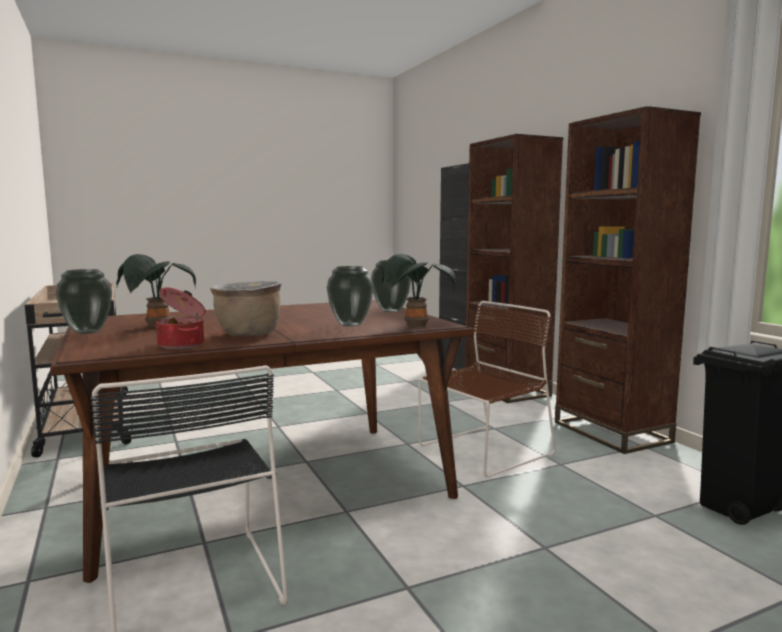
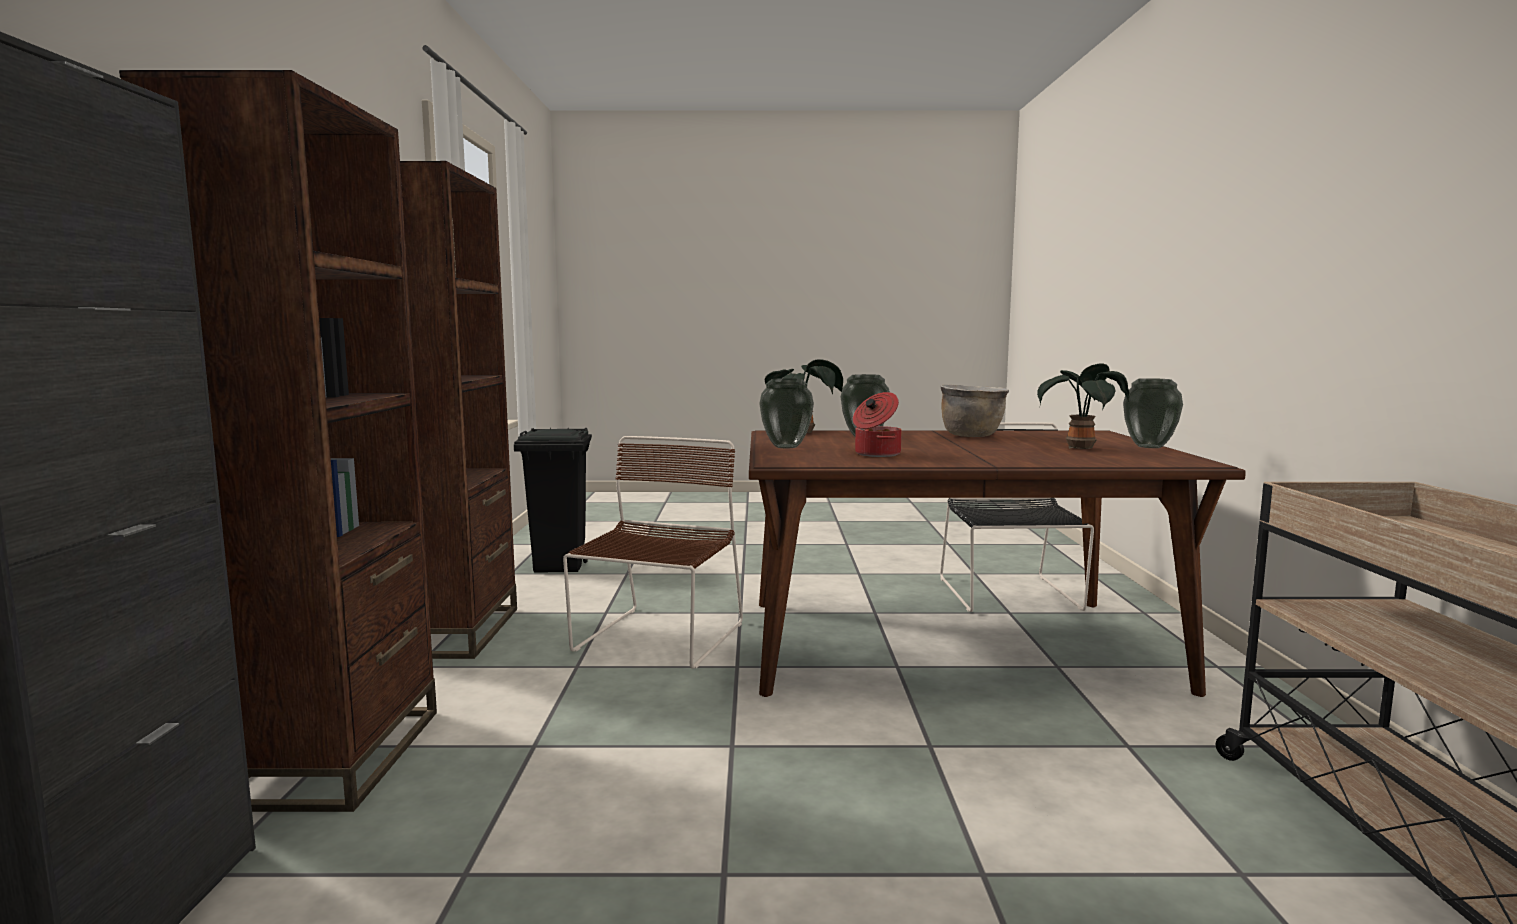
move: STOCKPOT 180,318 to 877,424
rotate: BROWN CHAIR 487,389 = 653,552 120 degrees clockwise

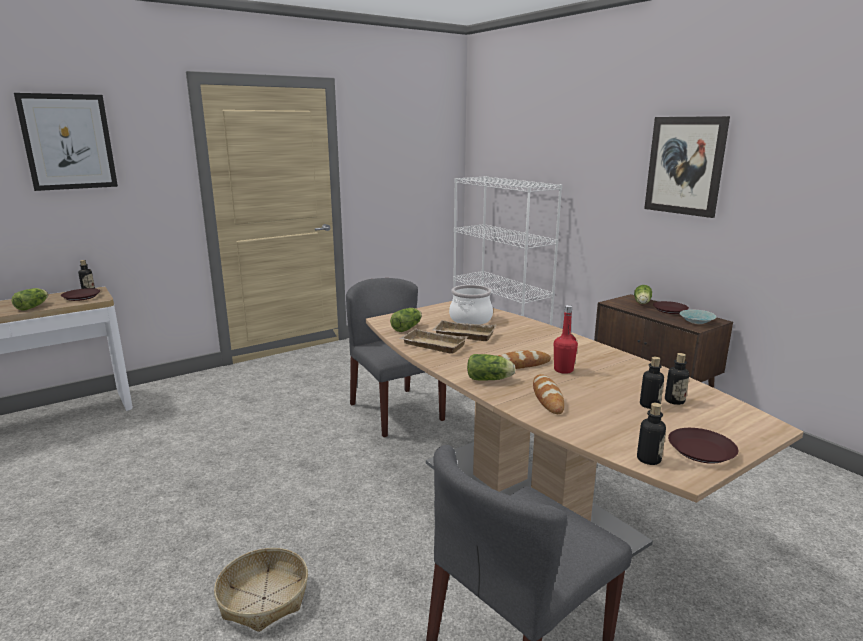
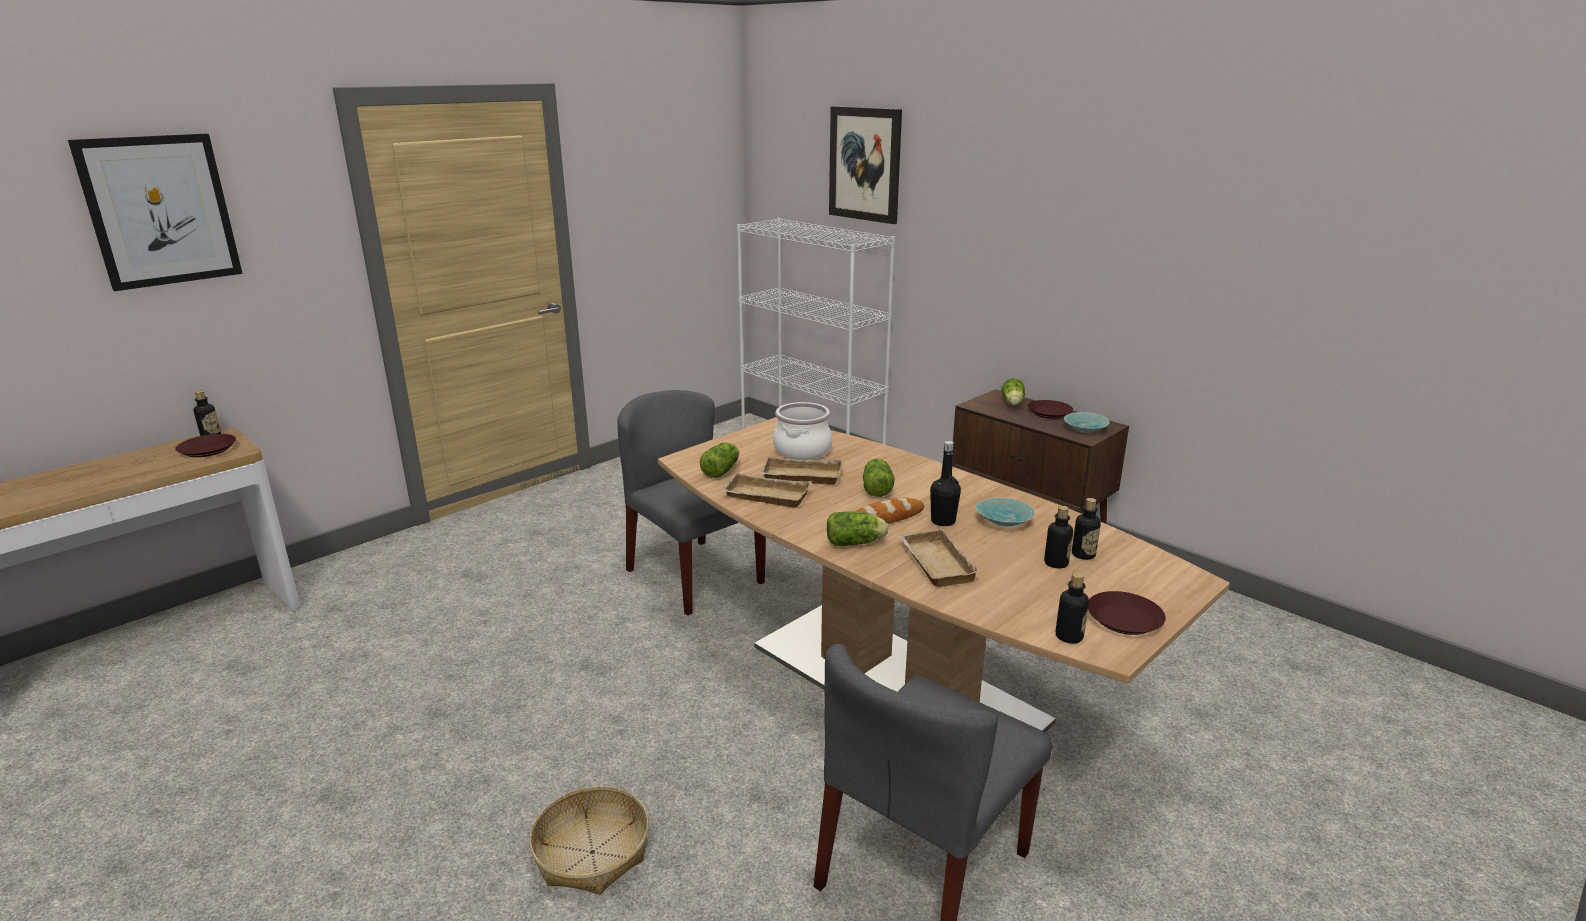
insert: TURQUOISE SERVING BOWL 1005,512
move: LETTUCE HEAD 30,299 to 879,477; WALL ART 687,167 to 865,165
replace: BAKERY BREAD 548,394 to BEIGE CARRYING TRAY 939,558
recolor: RED-COLOURED BOTTLE 566,339 to BLACK BOTTLE 945,483

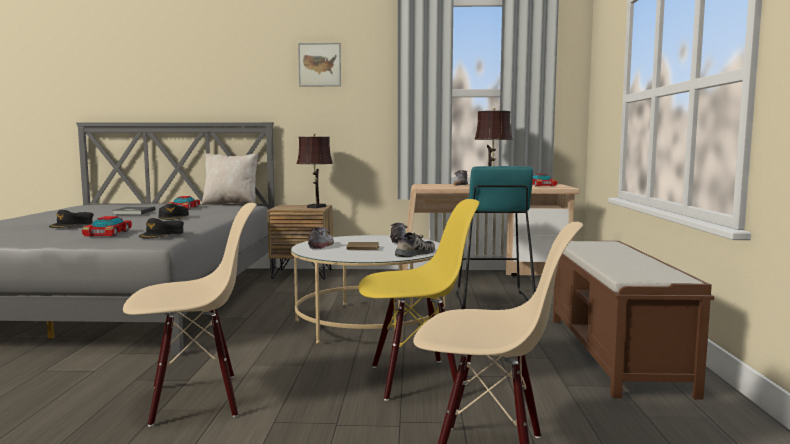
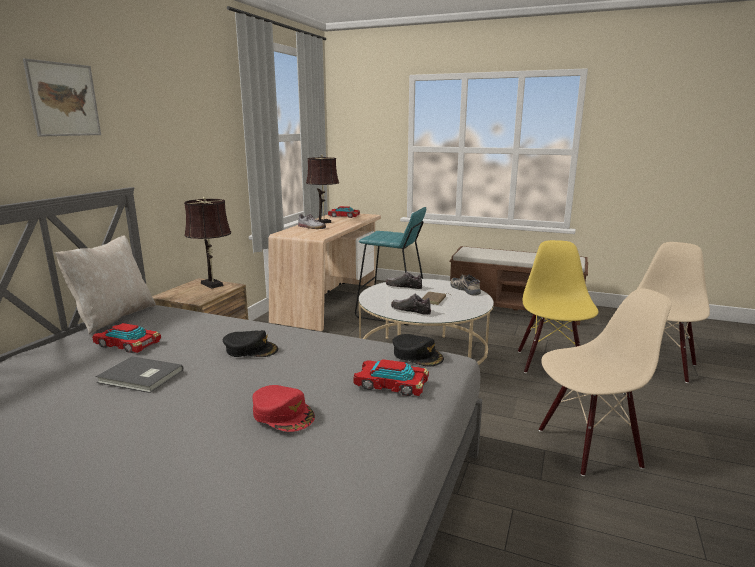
move: WALL ART 319,64 to 62,97
recolor: BLACK BASEBALL CAP 71,219 to RED-COLOURED BASEBALL CAP 284,408
rotate: BEIGE CHAIR 190,315 = 605,382 75 degrees clockwise

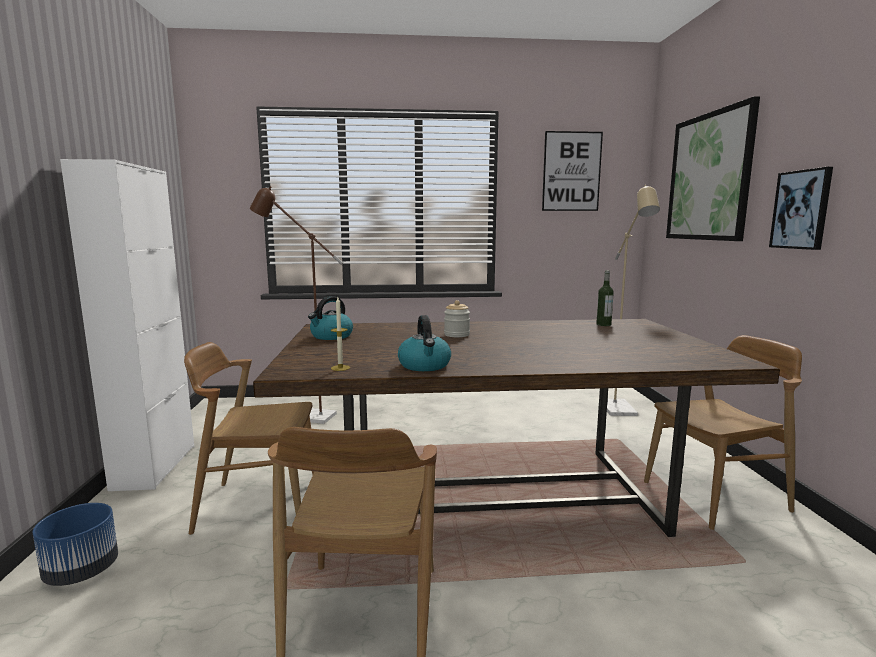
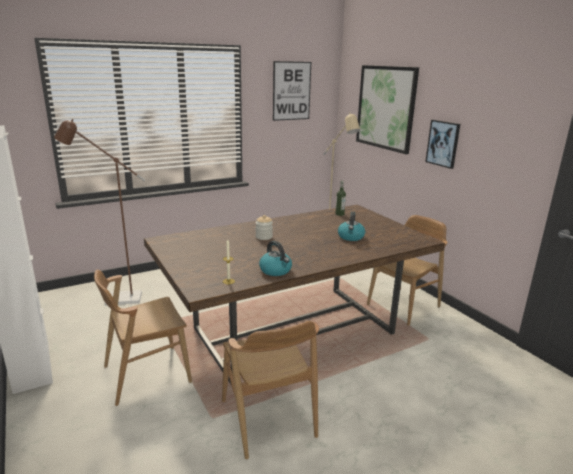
delete: BLUISH FLOWER POT 75,544
move: WATER KETTLE 330,318 to 351,226

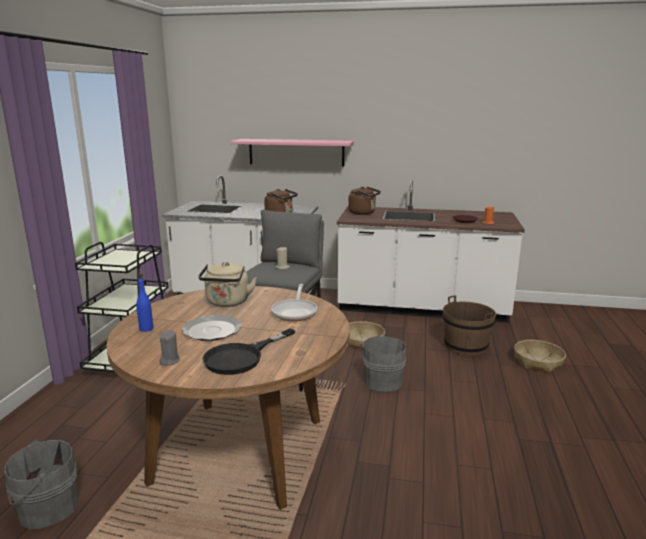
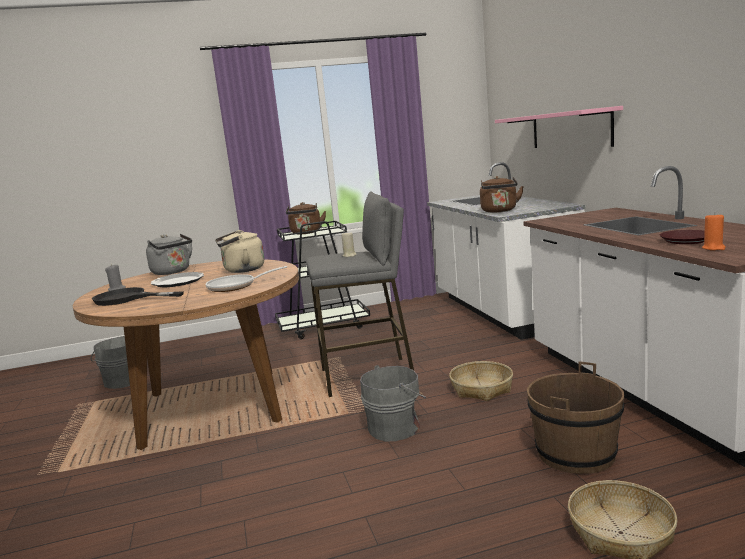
move: BROWN WATER KETTLE 364,201 to 306,218
replace: BLUISH BOTTLE 145,302 to GRAY WATER KETTLE 169,254

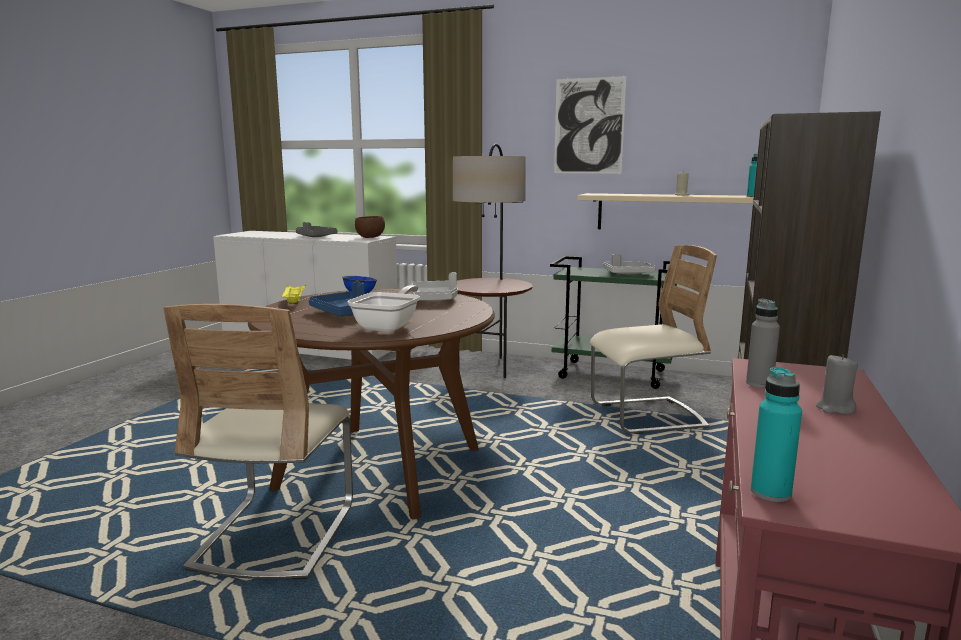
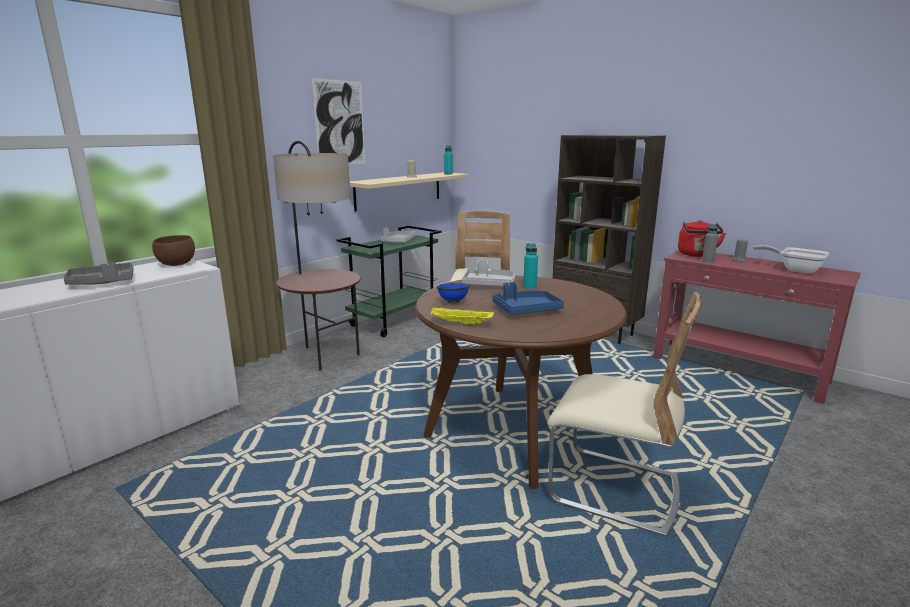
insert: RED-COLOURED WATER KETTLE 702,238
move: PAN 384,308 to 791,259; TURQUOISE BOTTLE 776,434 to 530,266

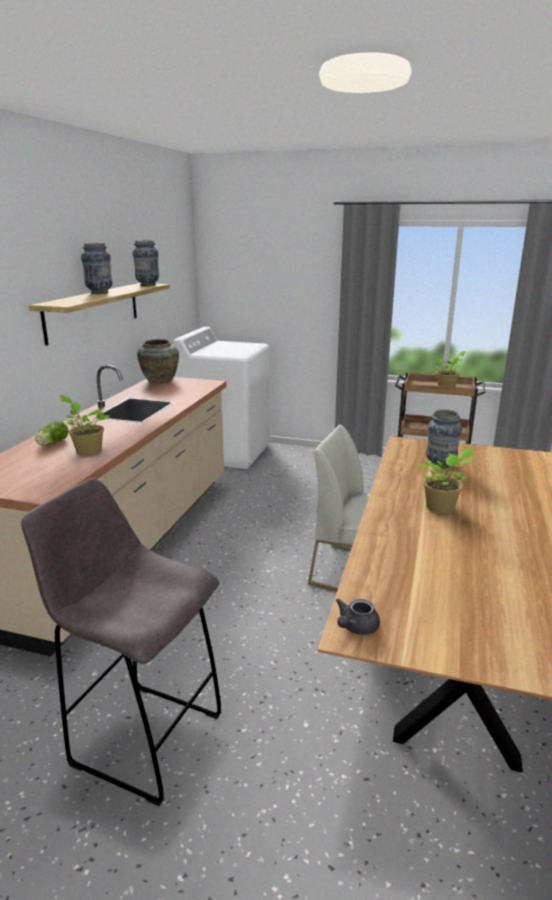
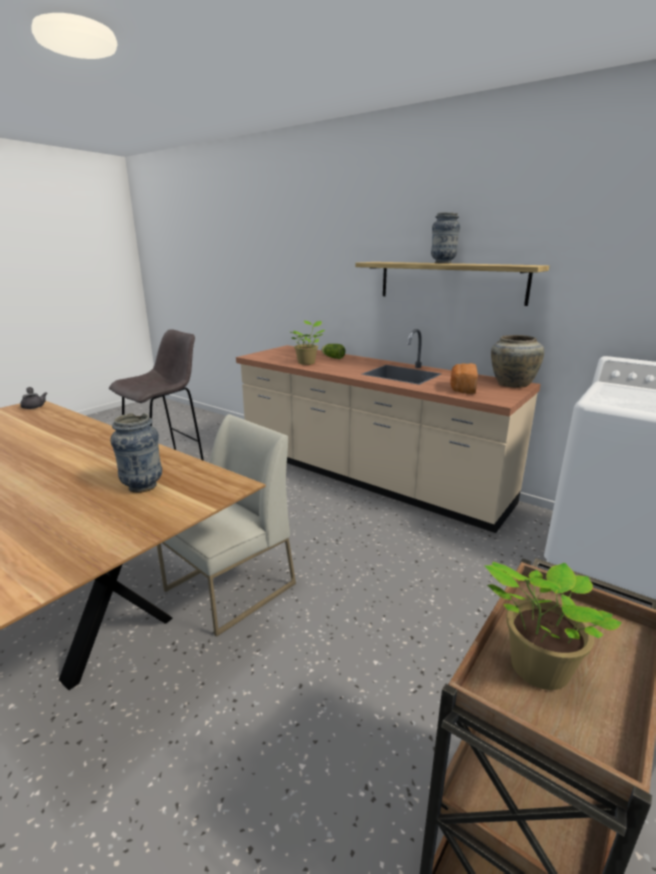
delete: FLOWER VASE 145,263; POTTED PLANT 446,481
insert: BAKERY BREAD 464,378

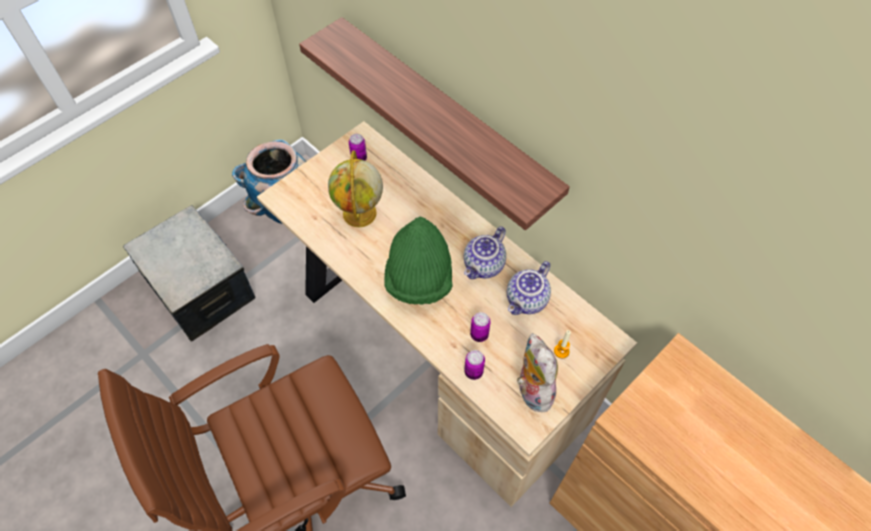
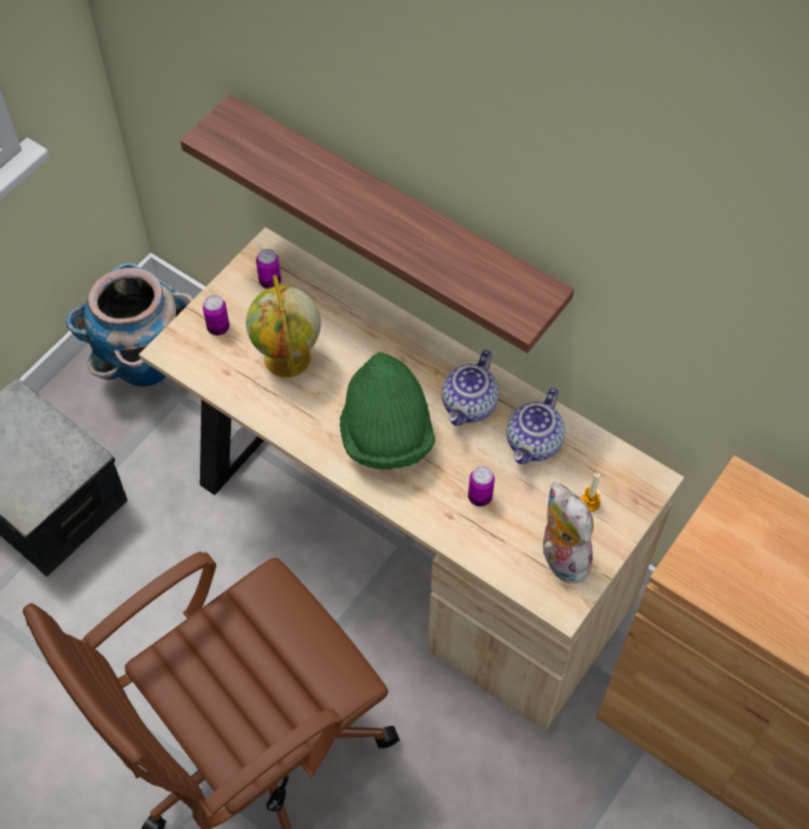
move: CAN 474,365 to 216,315

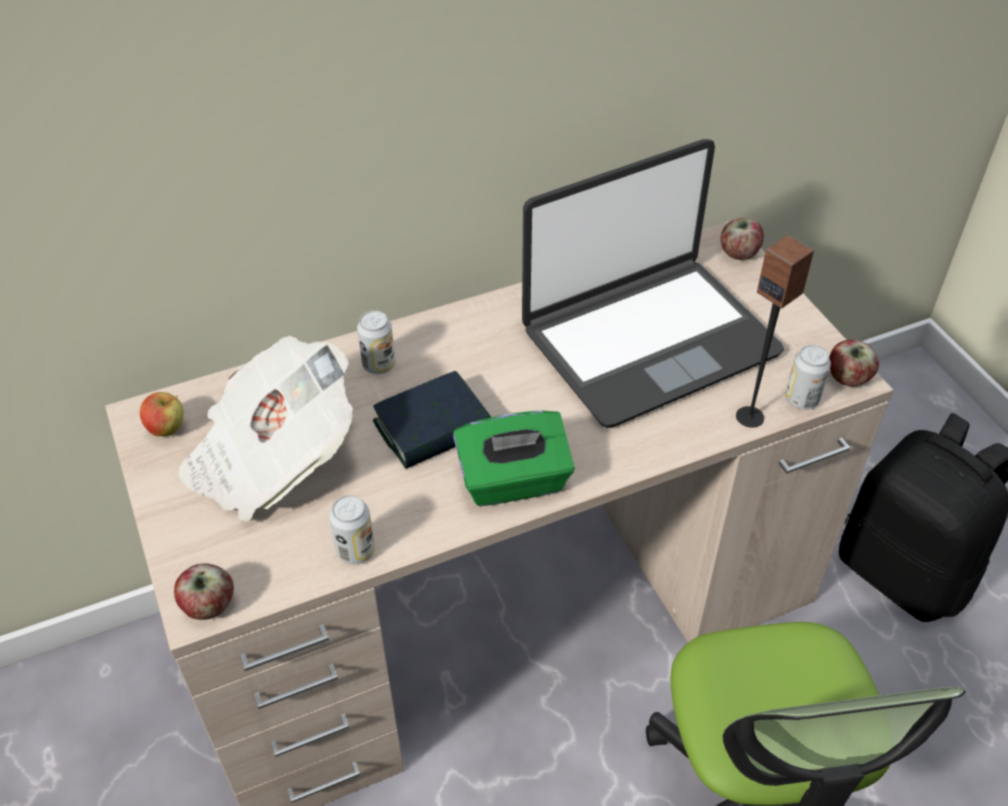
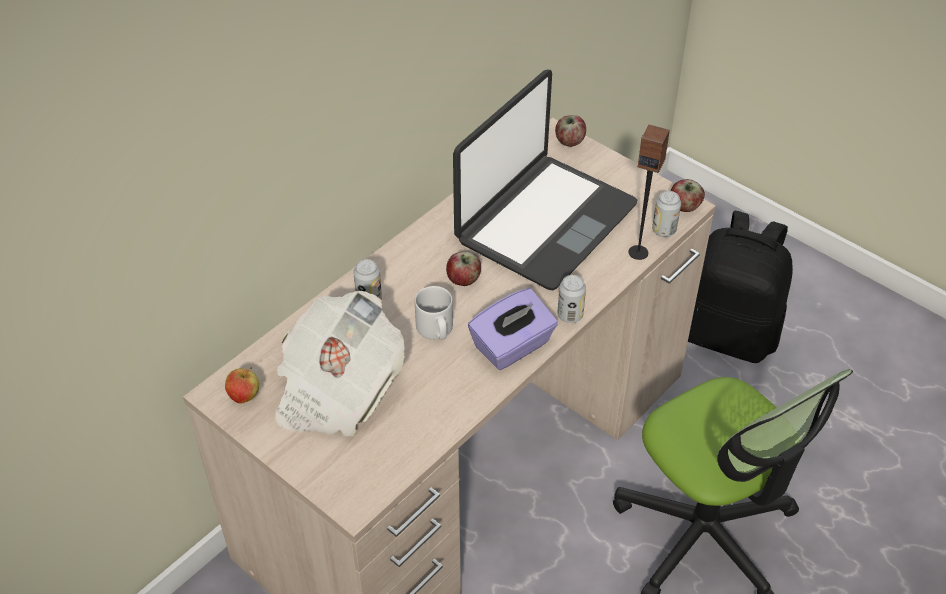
move: APPLE 204,591 to 463,268; CAN 352,529 to 571,299
replace: BOUND BOOK 432,420 to GRAY TEA MUG 434,313
recolor: GREENISH TISSUE HOLDER 514,458 to PURPLISH TISSUE HOLDER 513,329

